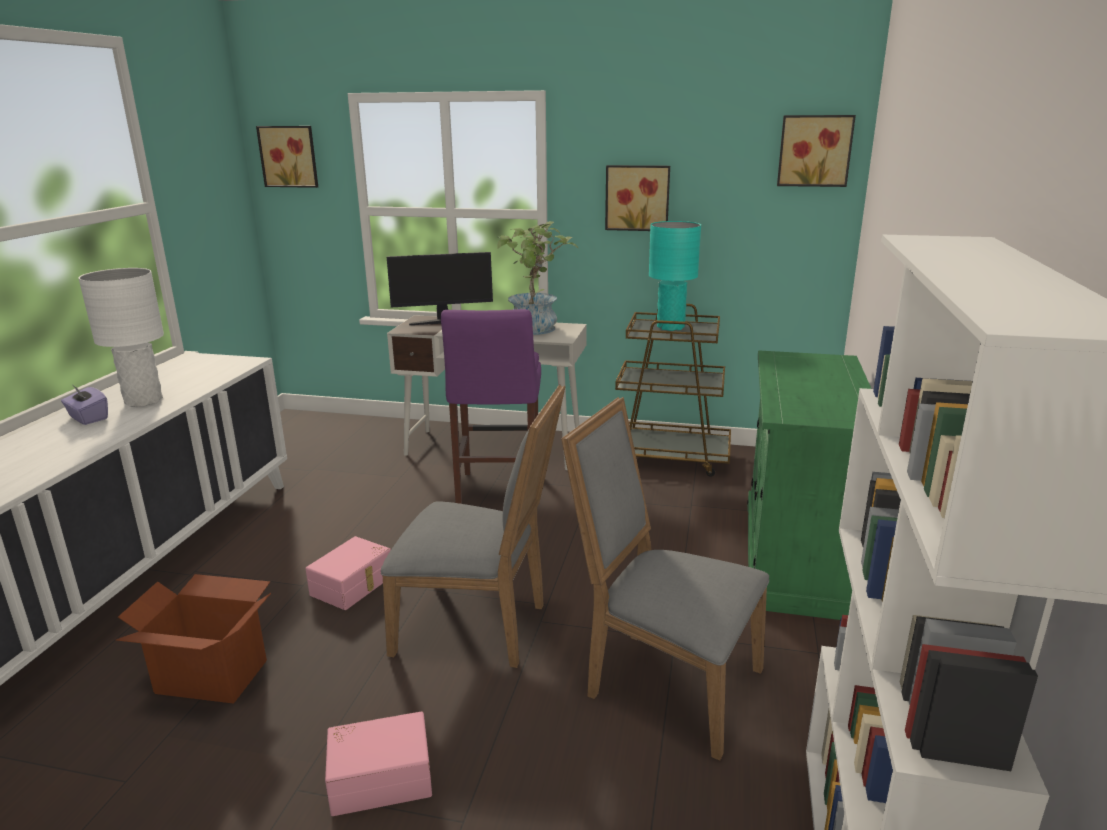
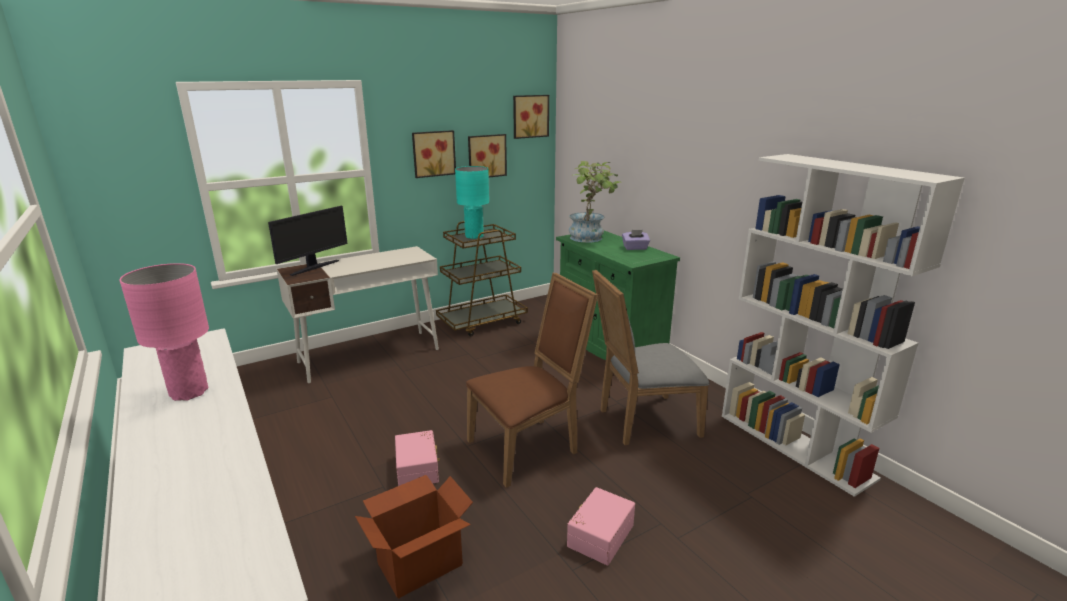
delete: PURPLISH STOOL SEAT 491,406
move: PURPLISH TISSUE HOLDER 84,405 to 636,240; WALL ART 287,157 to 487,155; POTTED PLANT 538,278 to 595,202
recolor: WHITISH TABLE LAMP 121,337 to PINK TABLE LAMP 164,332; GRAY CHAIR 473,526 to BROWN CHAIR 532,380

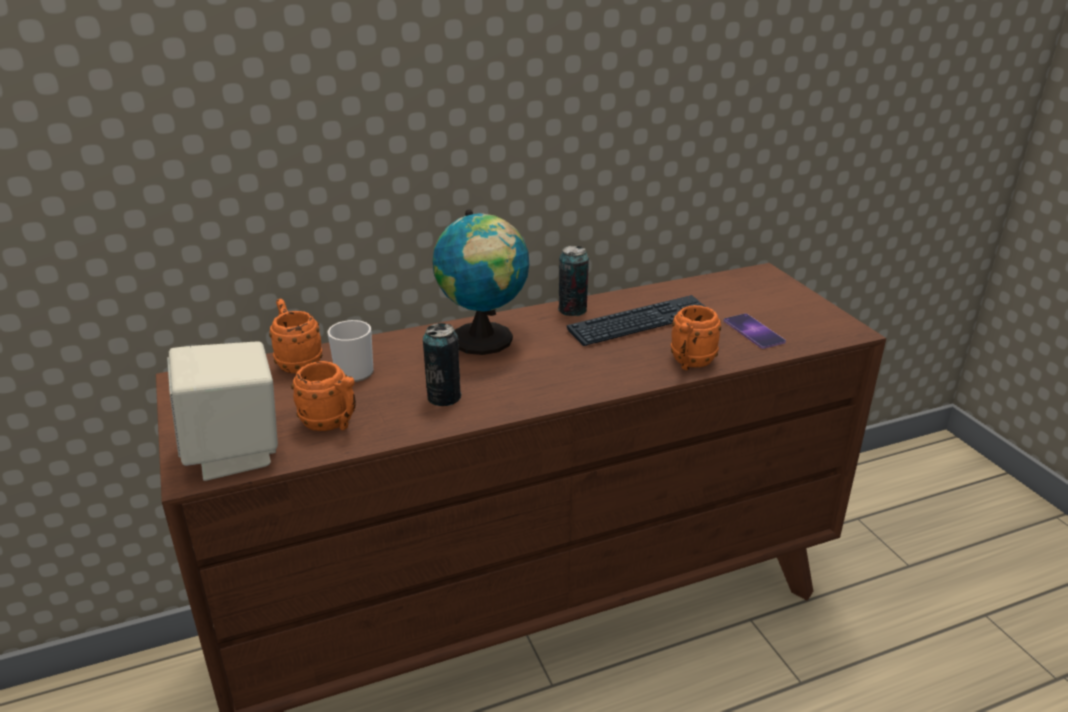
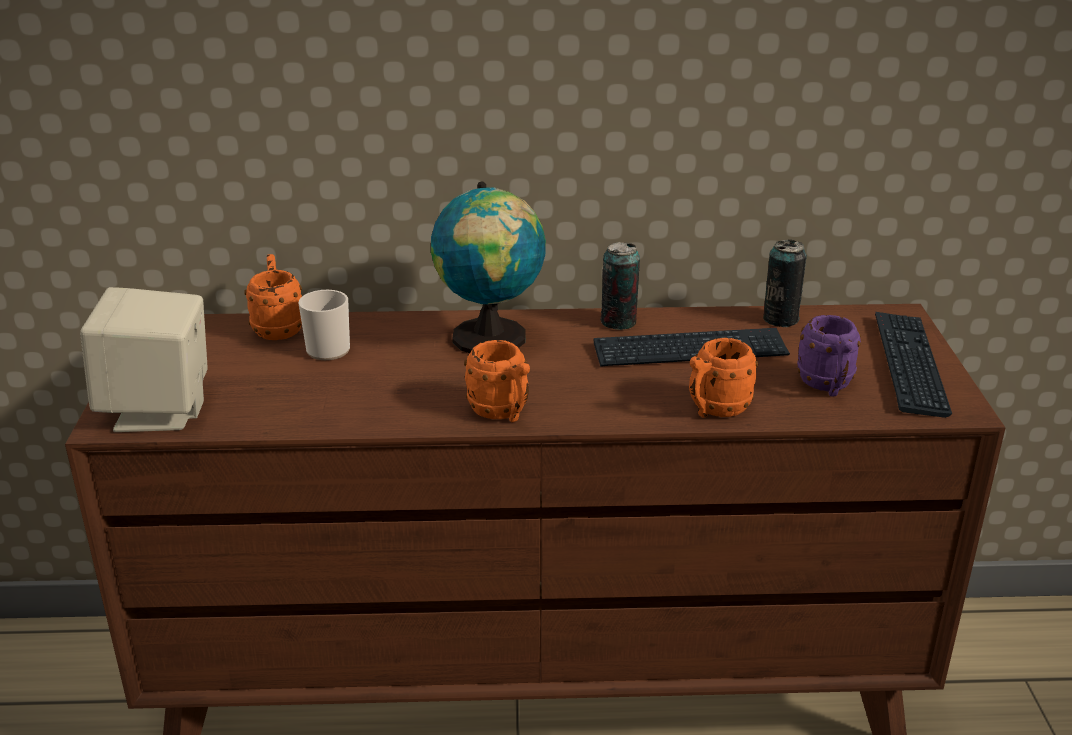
insert: KEYBOARD 913,365
move: ORANGE TEA MUG 323,396 to 497,381; CAN 442,364 to 785,283
replace: PHONE 754,331 to PURPLISH TEA MUG 829,355

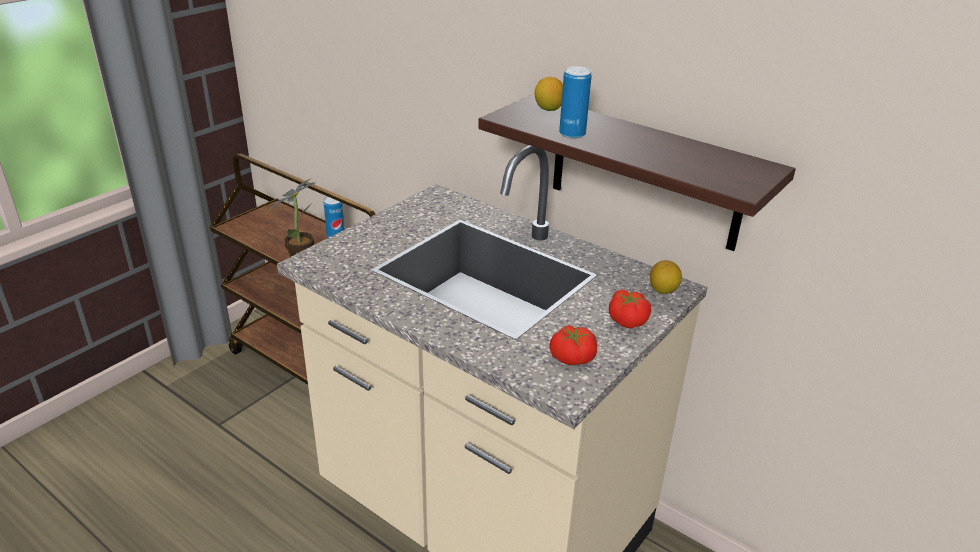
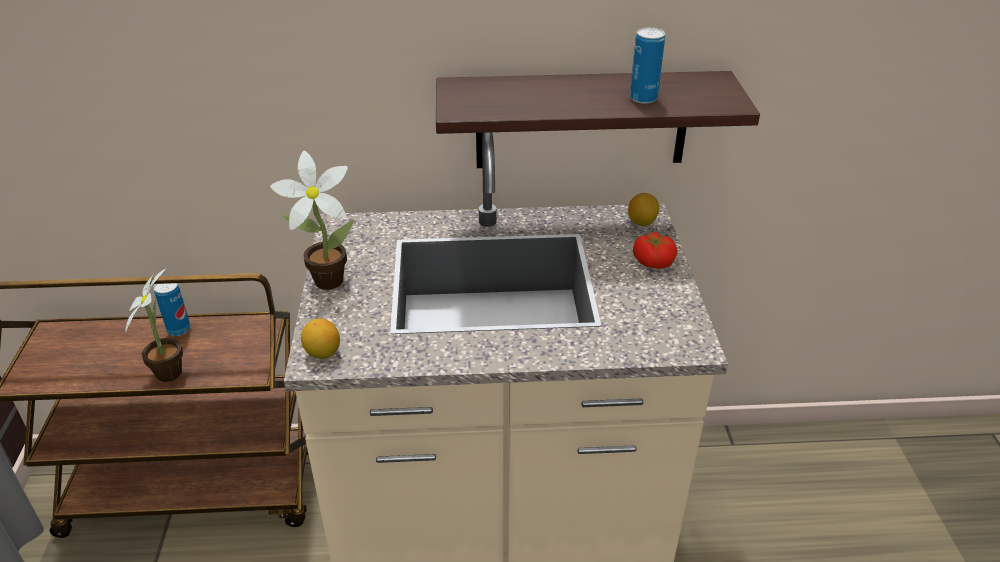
delete: WHOLE TOMATO 573,345
insert: POTTED PLANT 312,220
move: WHOLE LEMON 548,94 to 320,339; CAN 575,102 to 647,65

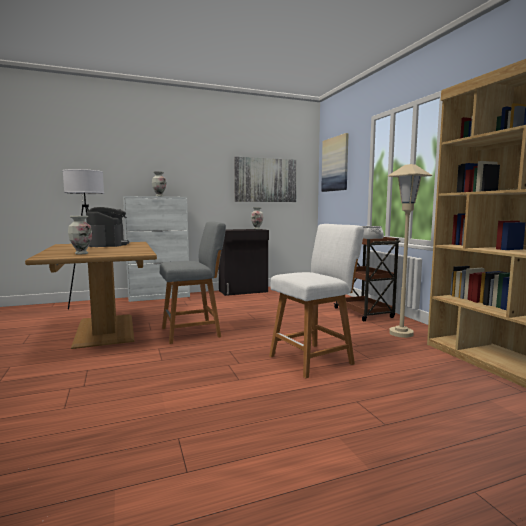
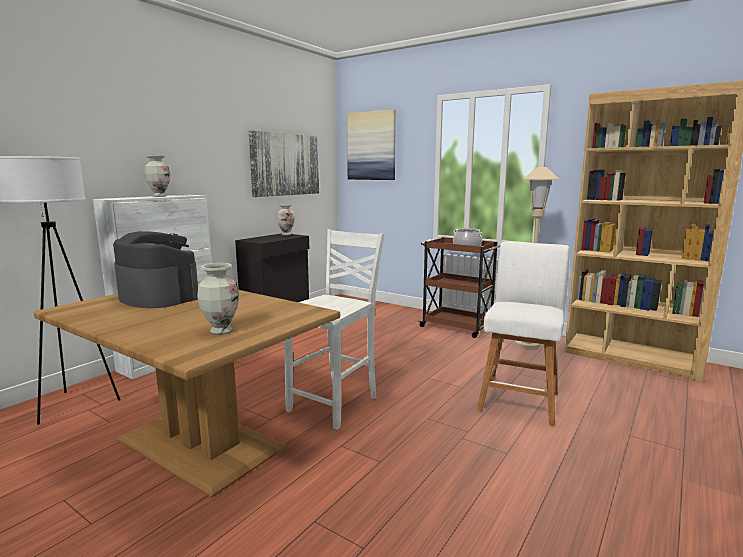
replace: GRAY STOOL SEAT 193,282 to WHITISH CHAIR 334,329

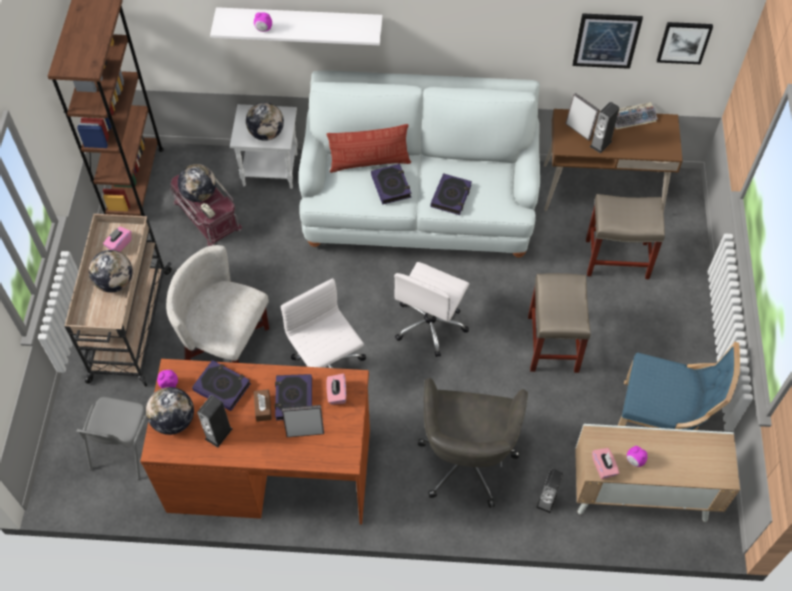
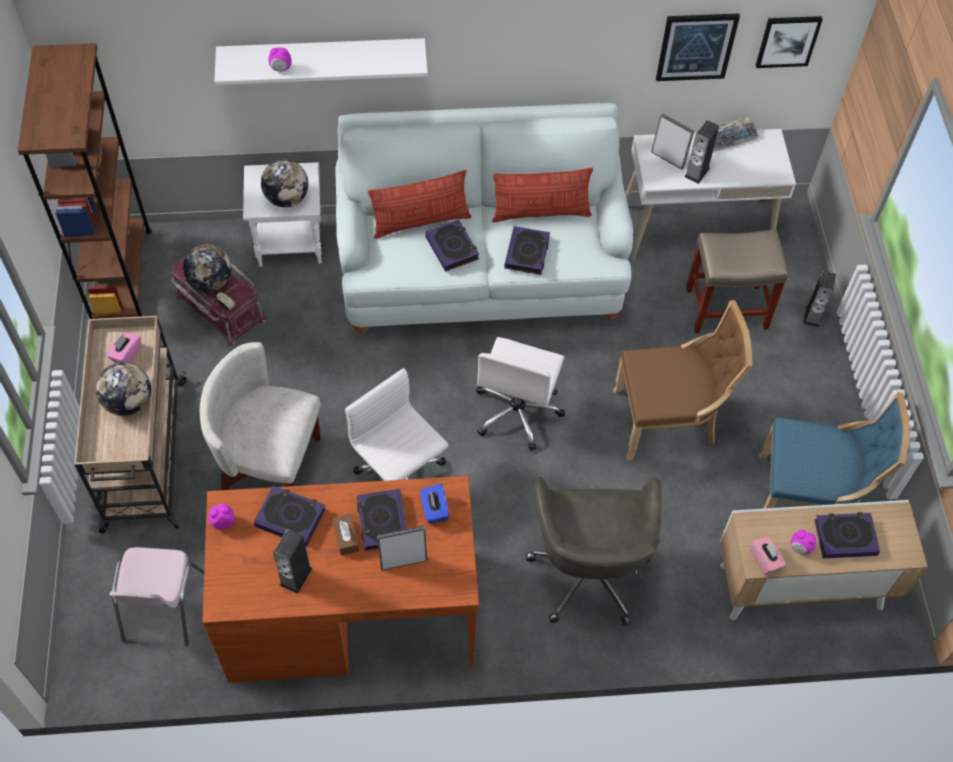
delete: WORLD GLOBE 170,411
insert: THROW PILLOW 542,195; BOUND BOOK 847,535
move: AUDIO SPEAKER 549,490 to 819,299
replace: BEIGE STOOL SEAT 559,323 to BROWN CHAIR 682,380
recolor: GRAY CHAIR 111,438 to PINK CHAIR 156,596; PINK TISSUE HOLDER 336,389 to BLUISH TISSUE HOLDER 434,503; BROWN DESK UNIT 613,161 to WHITISH DESK UNIT 711,194

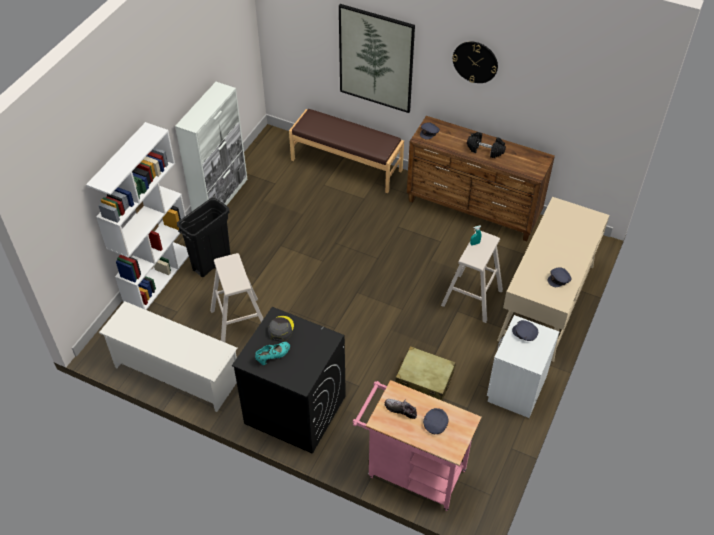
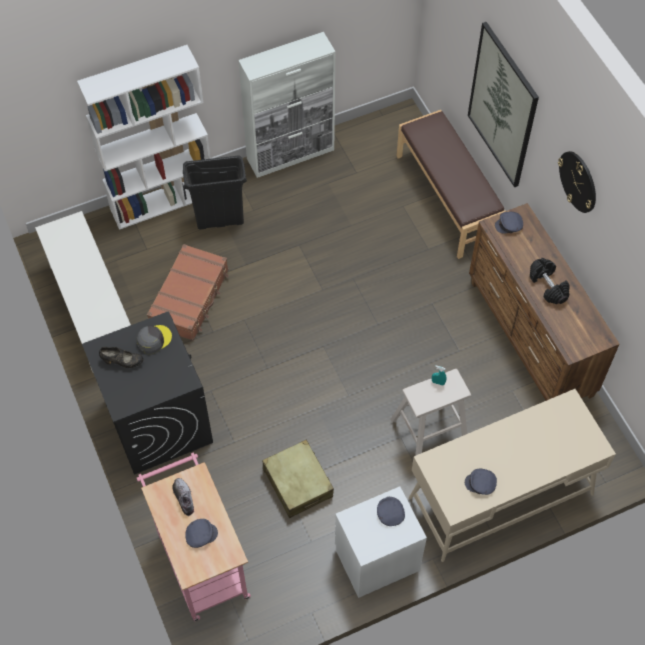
replace: BEIGE STOOL SEAT 237,297 to BROWN TRAVEL CASE 188,292
recolor: TURQUOISE ITEM OF FOOTWEAR 272,353 to BLACK ITEM OF FOOTWEAR 121,357

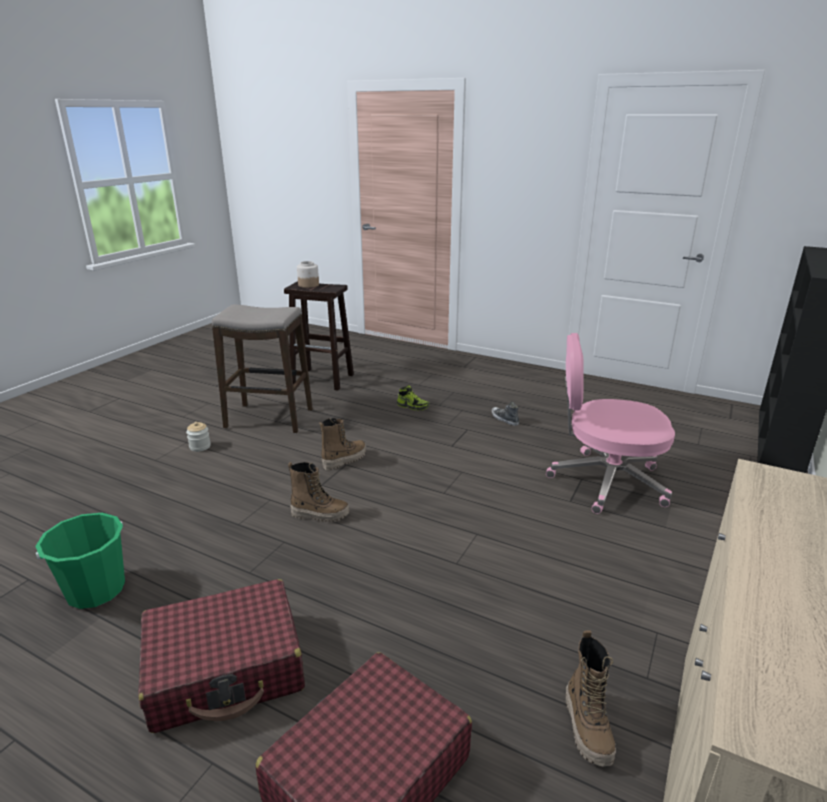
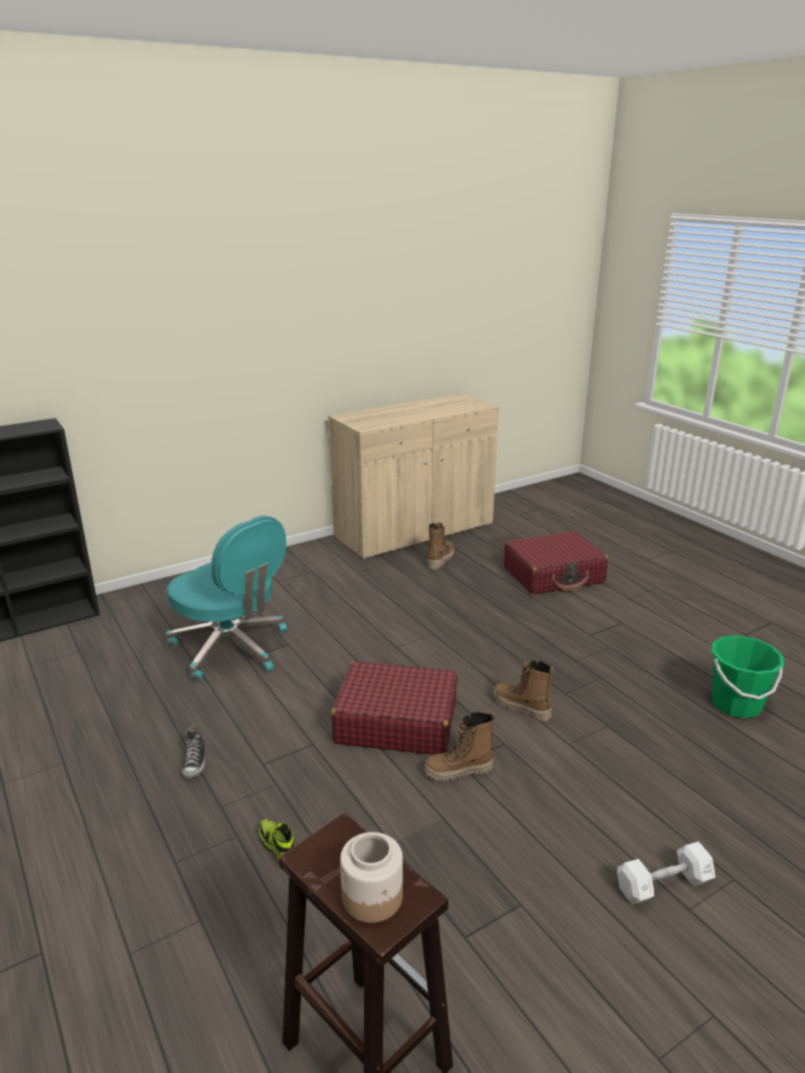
delete: STOOL SEAT 262,368
move: RED-COLOURED TRAVEL CASE 221,656 to 394,708
replace: PRESERVE JAR 198,437 to WHITISH FREE WEIGHT 666,873
recolor: PINK COMPUTER CHAIR 610,423 to TURQUOISE COMPUTER CHAIR 226,599

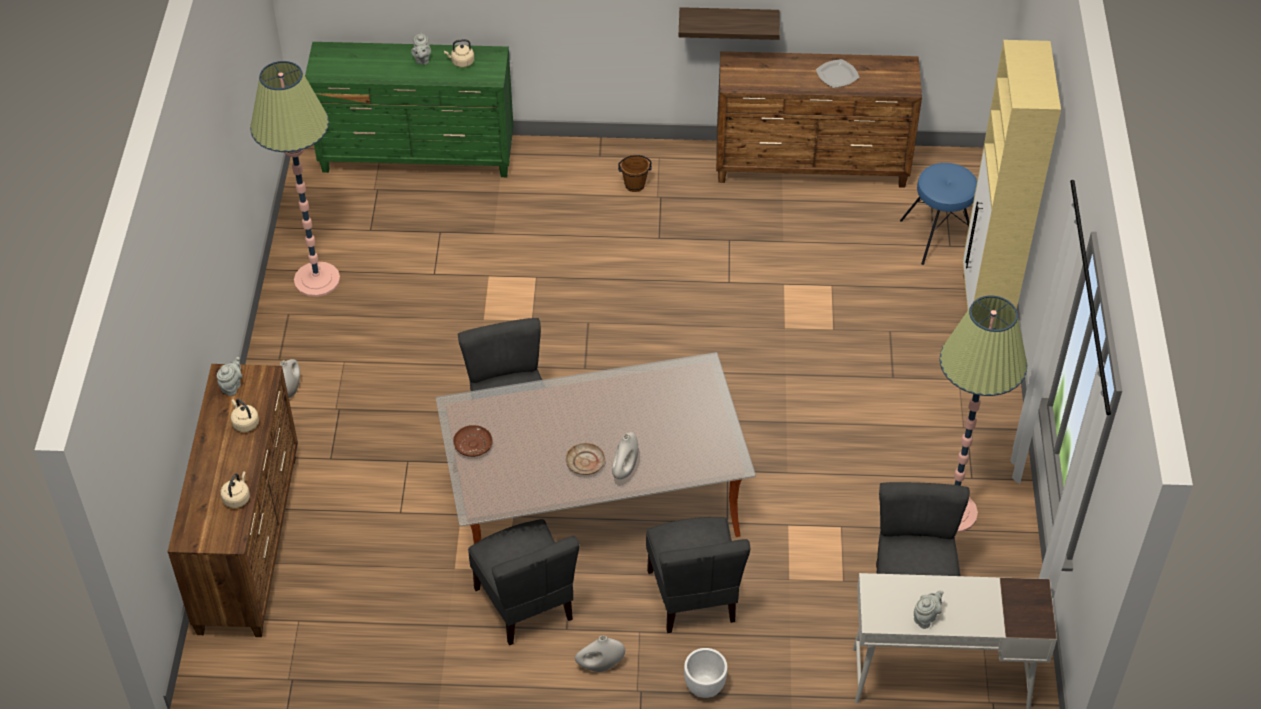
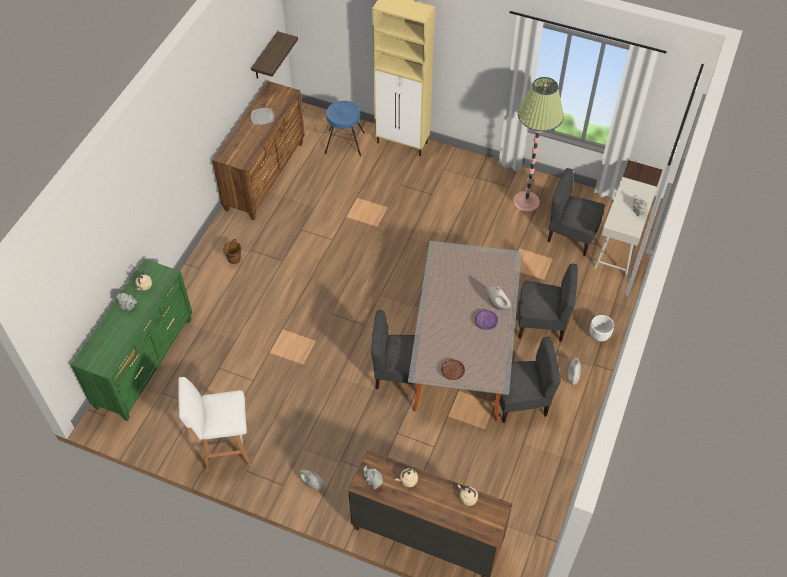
move: WALL SHELF 729,23 to 274,55
replace: STANDARD LAMP 295,179 to WHITISH STOOL SEAT 214,424
recolor: BEIGE FLAT DISH 585,459 to PURPLISH FLAT DISH 486,320

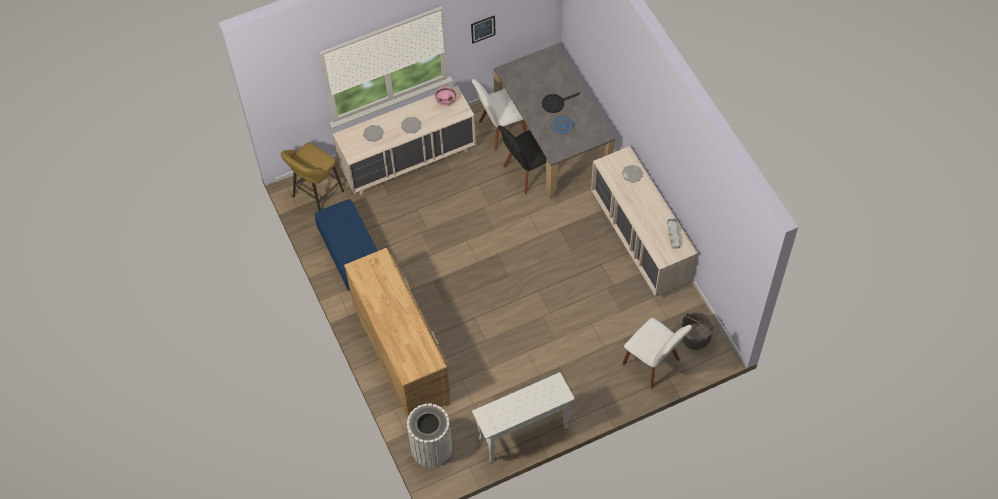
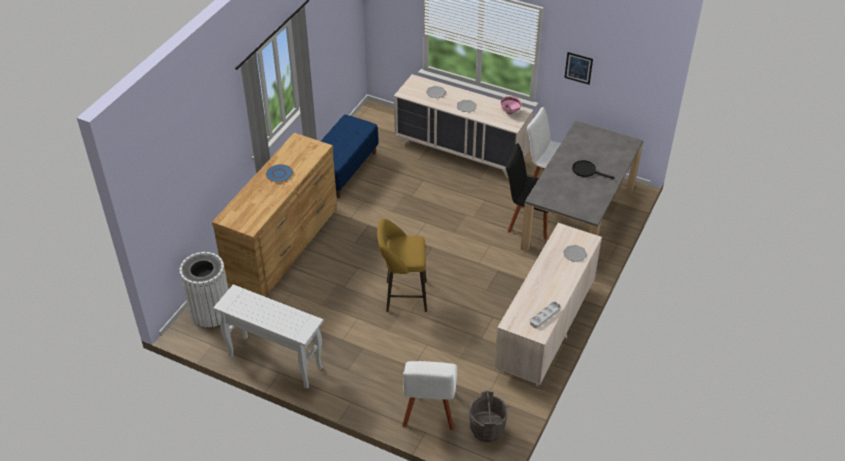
move: YELLOW STOOL SEAT 312,177 to 402,265; BLUISH FLAT DISH 562,125 to 279,173

